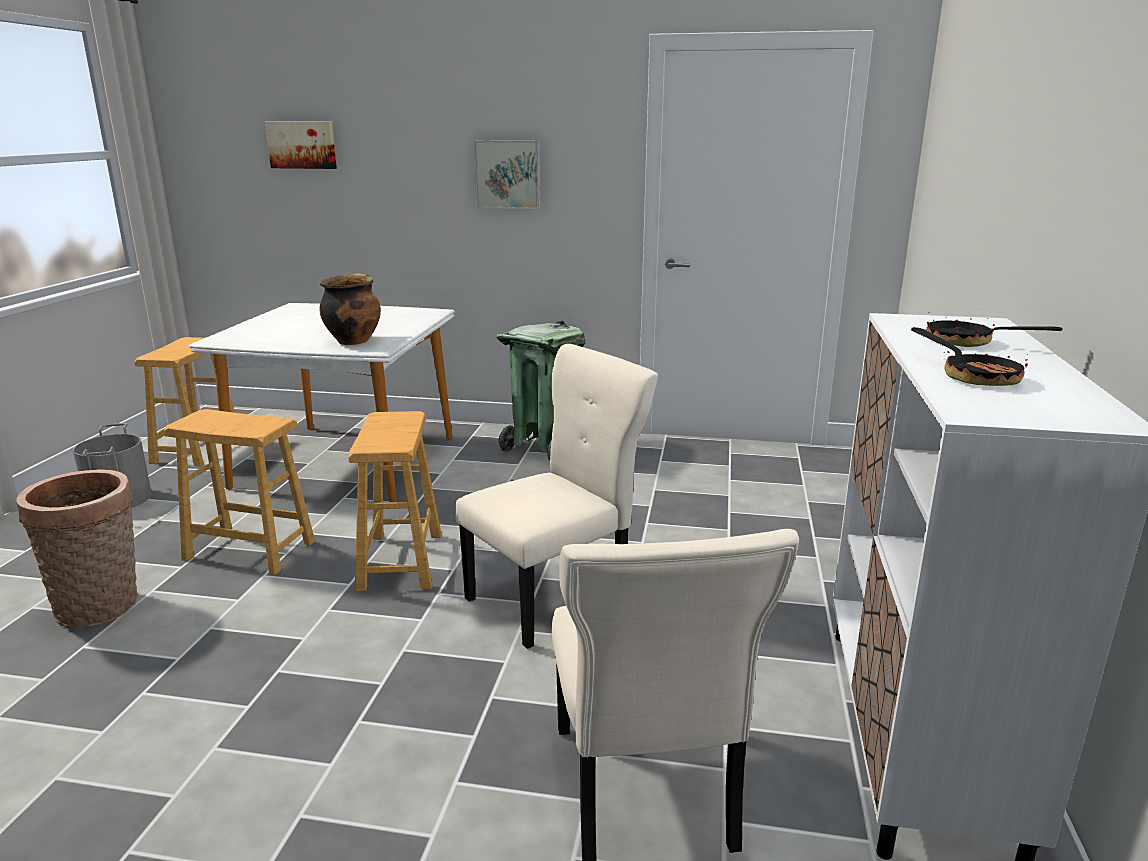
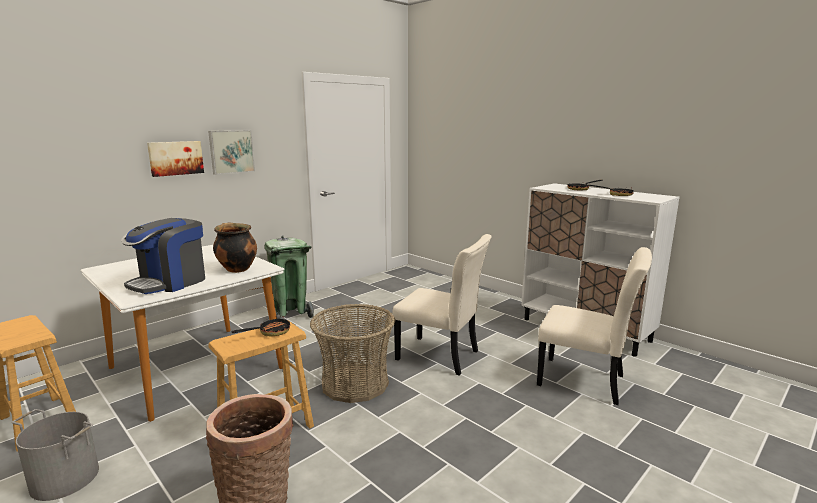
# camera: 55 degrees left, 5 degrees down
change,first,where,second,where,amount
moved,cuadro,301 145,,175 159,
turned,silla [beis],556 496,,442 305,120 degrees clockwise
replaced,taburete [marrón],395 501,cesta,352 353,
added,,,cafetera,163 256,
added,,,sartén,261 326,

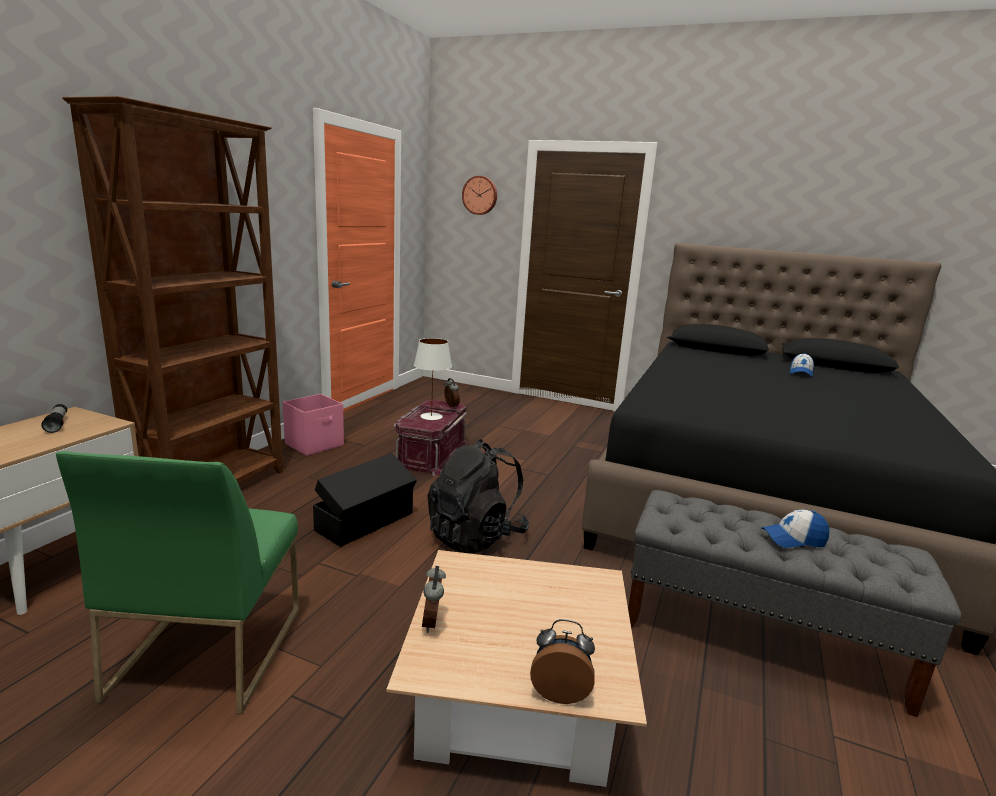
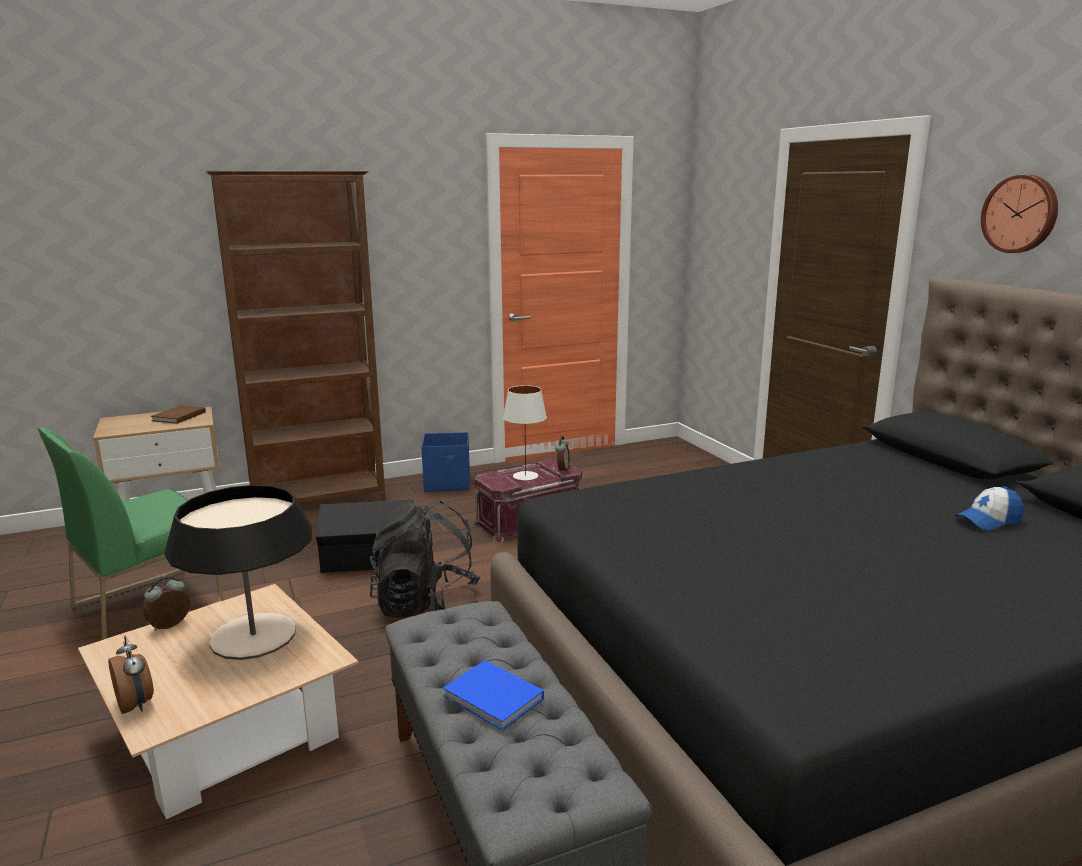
# camera: 45 degrees right, 0 degrees up
change,first,where,second,where,amount
moved,reloj de pared,479 195,,1019 214,
recoloured,caja de almacenaje [rosa],313 425,caja de almacenaje [azul],445 462,
replaced,linterna,54 418,libro [marrón],178 414,
replaced,gorra,795 529,libro [azul],493 695,
added,,,lámpara de mesa,238 572,

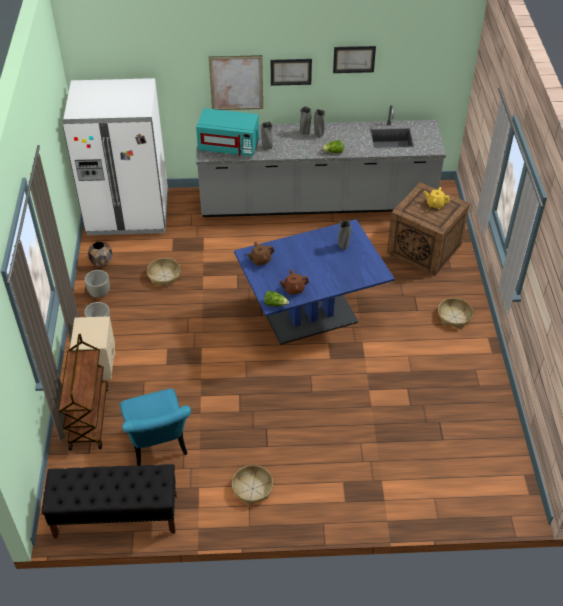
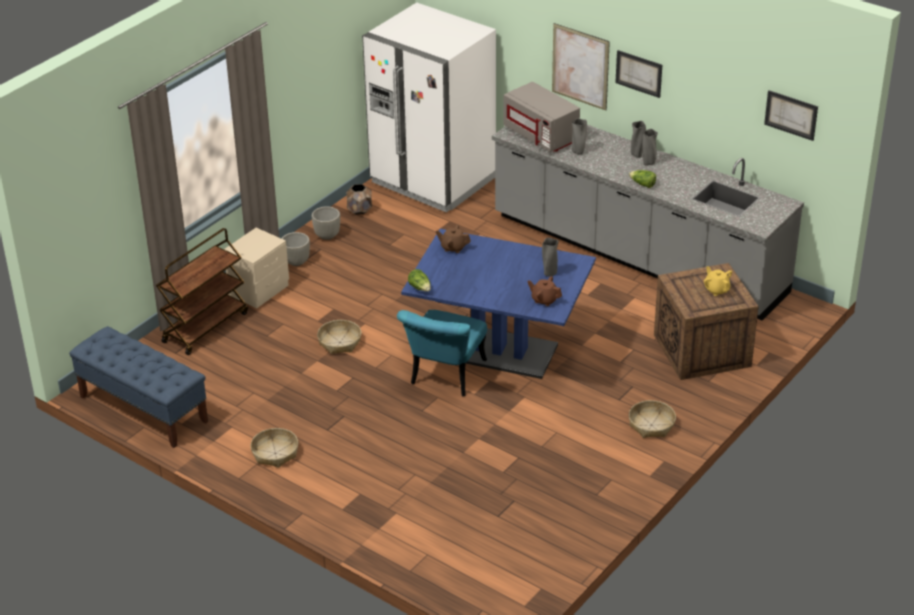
# camera: 40 degrees right, 10 degrees down
change,first,where,second,where,amount
moved,cuadro,354 59,,791 115,
recoloured,microondas [turquesa],227 132,microondas [gris],541 117,
moved,cesta,164 272,,339 337,
moved,tetera [marrón],294 282,,544 291,
moved,silla [turquesa],155 427,,442 353,
recoloured,banco [negro],109 501,banco [azul],138 387,

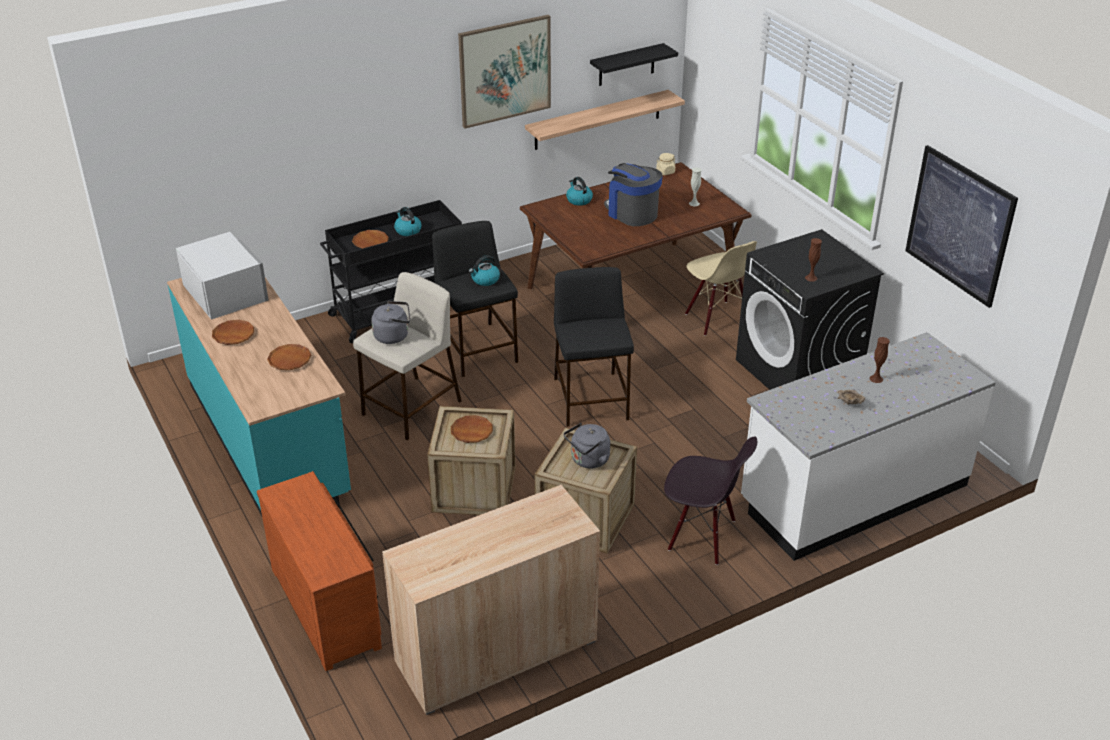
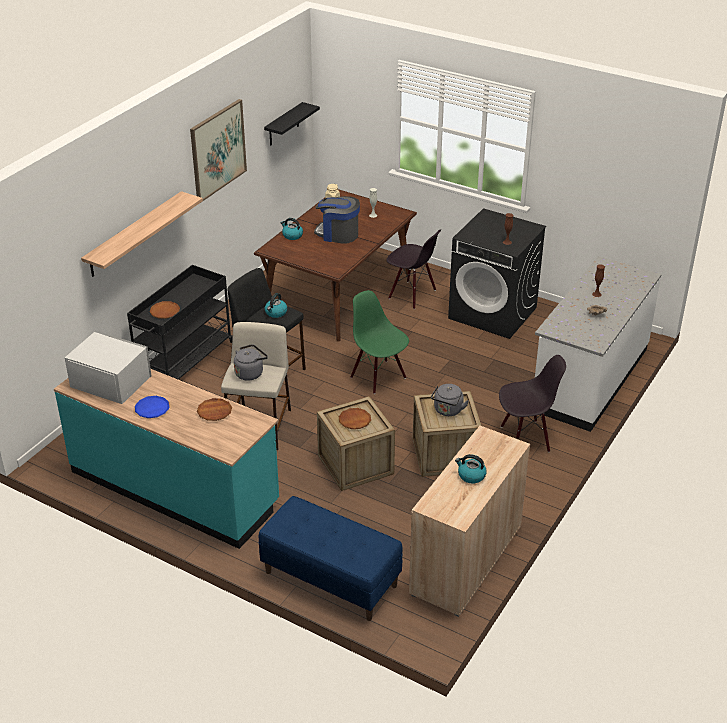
# camera: 30 degrees left, 0 degrees up
change,first,where,second,where,amount
moved,estante,605 120,,142 234,
removed,cuadro,961 226,,,
moved,hervidor,408 221,,471 468,
recoloured,silla [beis],721 288,silla [negro],413 269,
replaced,taburete [negro],594 346,silla [verde],379 342,
recoloured,plato [marrón],233 332,plato [azul],152 407,
replaced,cómoda [marrón],319 571,banco [azul],331 558,

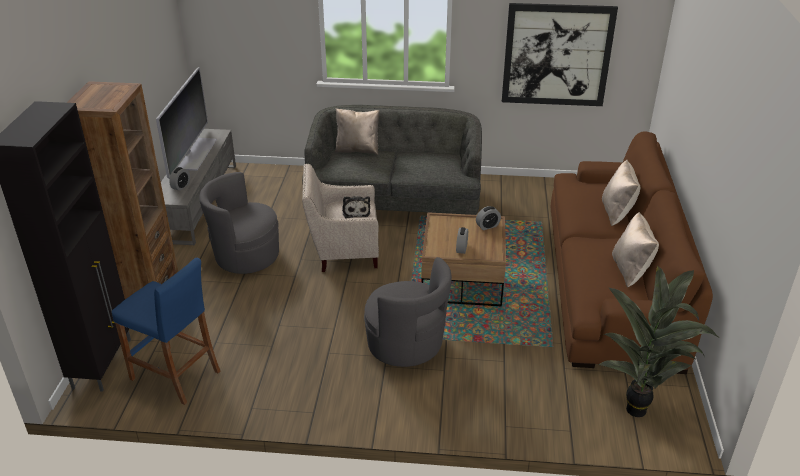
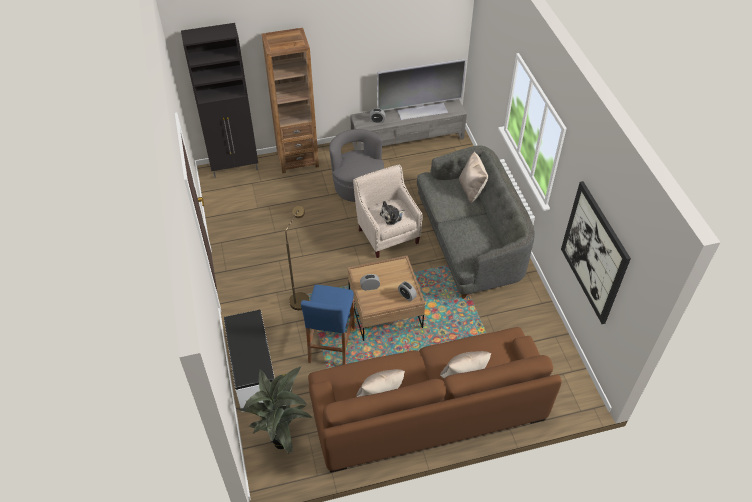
# camera: 70 degrees right, 15 degrees up
change,first,where,second,where,amount
replaced,sillón [gris],408 312,lámpara de pie [marrón],297 258,
moved,taburete [azul],166 331,,328 325,
added,,,banco [blanco],249 361,

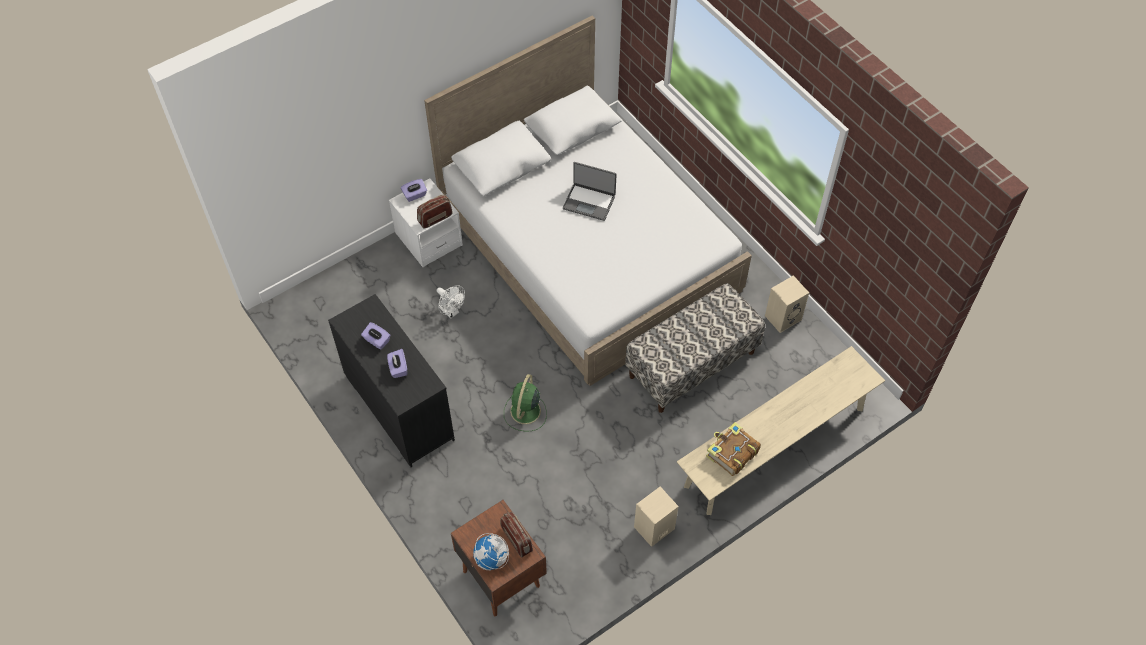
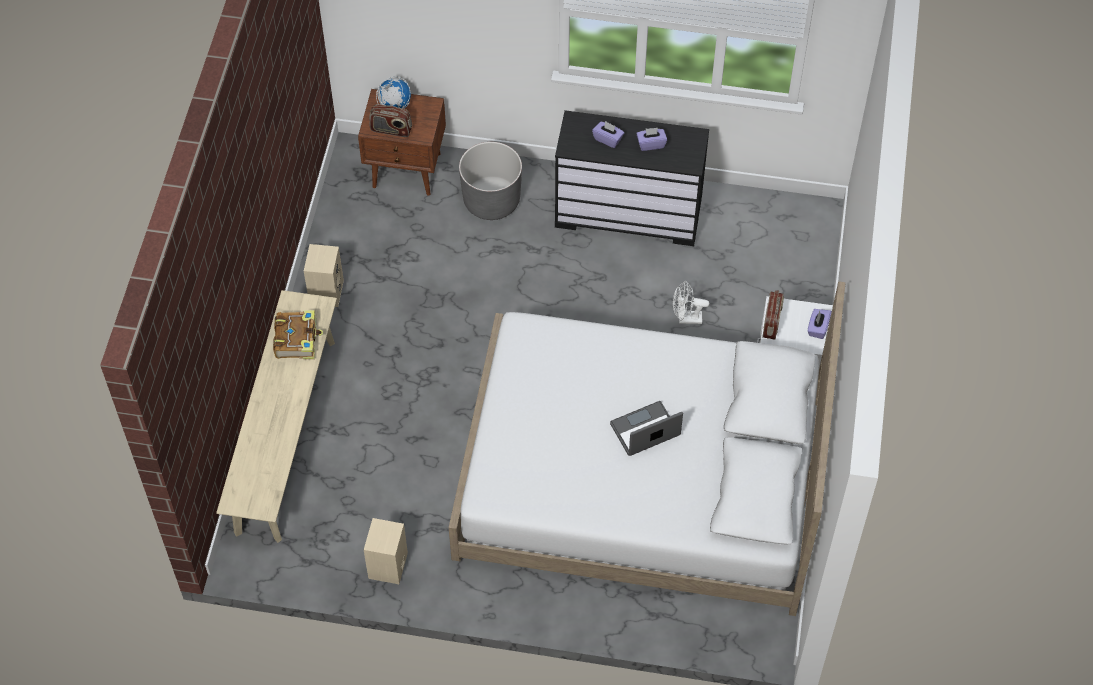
# camera: 135 degrees right, 0 degrees up
change,first,where,second,where,amount
removed,banco,695 348,,,
removed,ventilador [verde],525 403,,,
added,,,maceta [gris],490 181,

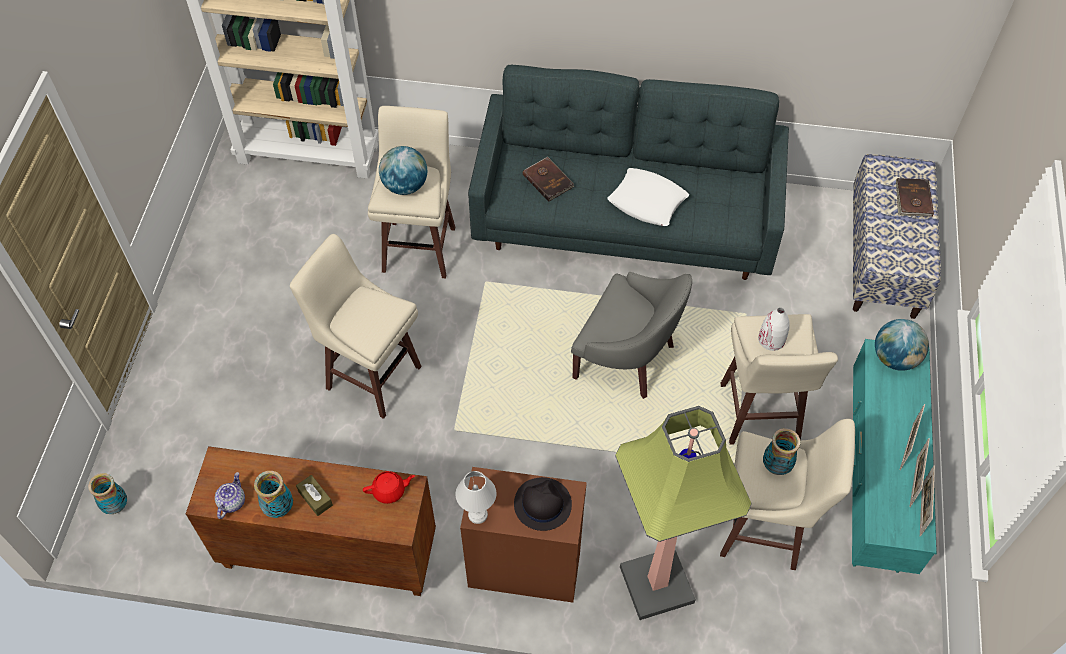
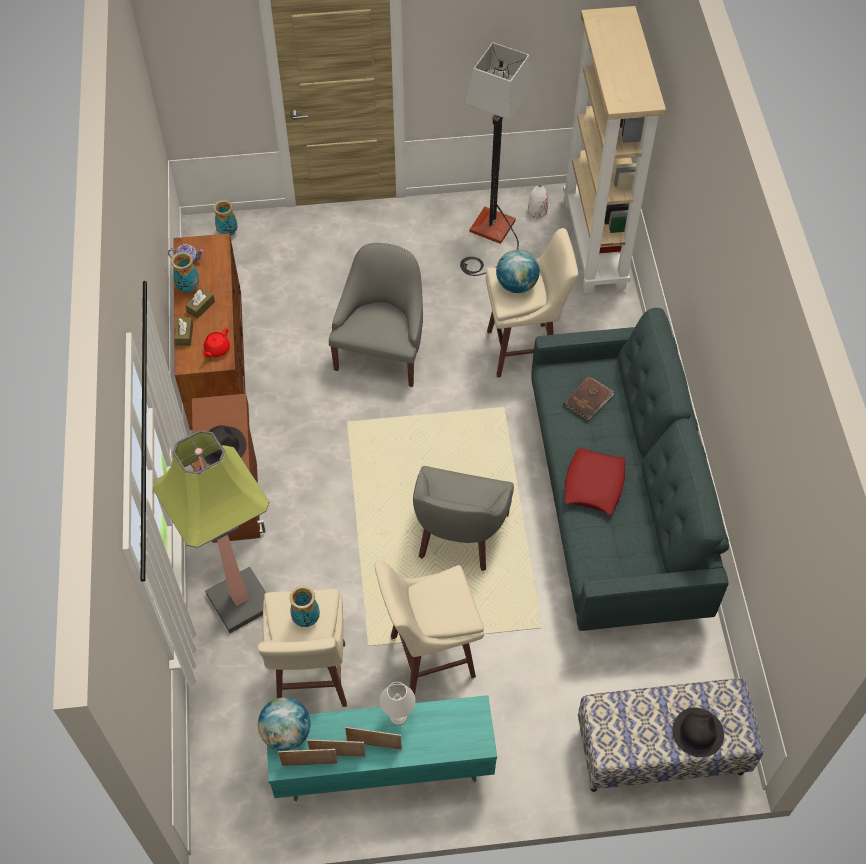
# camera: 75 degrees right, 0 degrees up
change,first,where,second,where,amount
recoloured,cojín [blanco],648 197,cojín [rojo],594 481,
replaced,libro [marrón],915 197,sombrero [negro],698 732,
replaced,taburete [beis],356 326,sillón [gris],376 315,
moved,florero [blanco],774 329,,538 200,
moved,globo terráqueo,902 345,,284 724,
turned,tetera [rojo],389 487,,216 342,60 degrees clockwise
moved,lámpara de mesa [blanco],476 497,,398 703,
added,,,lámpara de pie,497 159,
added,,,caja de pañuelos [marrón],184 331,

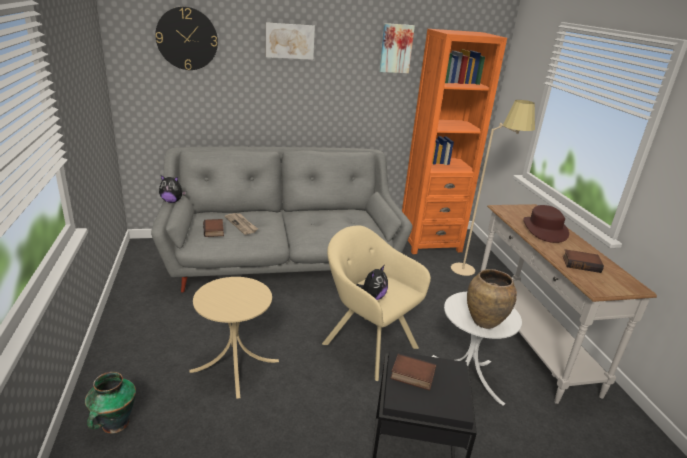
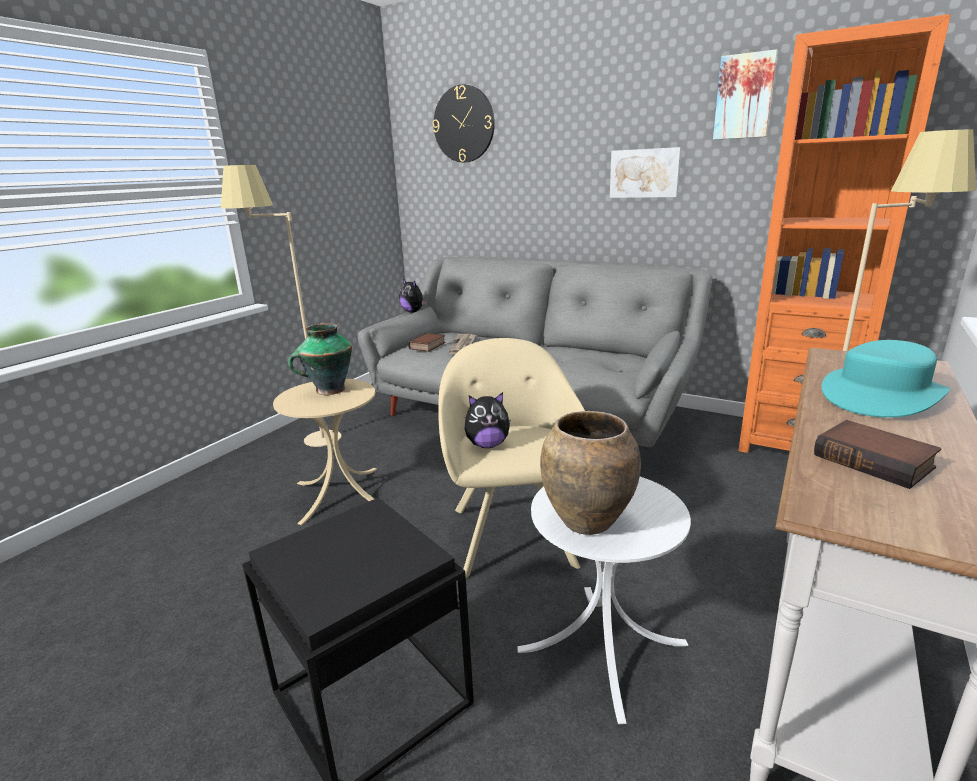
# camera: 45 degrees right, 5 degrees down
change,first,where,second,where,amount
moved,cuadro,290 41,,646 172,
recoloured,sombrero [marrón],546 224,sombrero [turquesa],885 379,
removed,libro,413 372,,,
moved,florero,110 403,,320 359,
added,,,lámpara de pie [beis],281 306,

